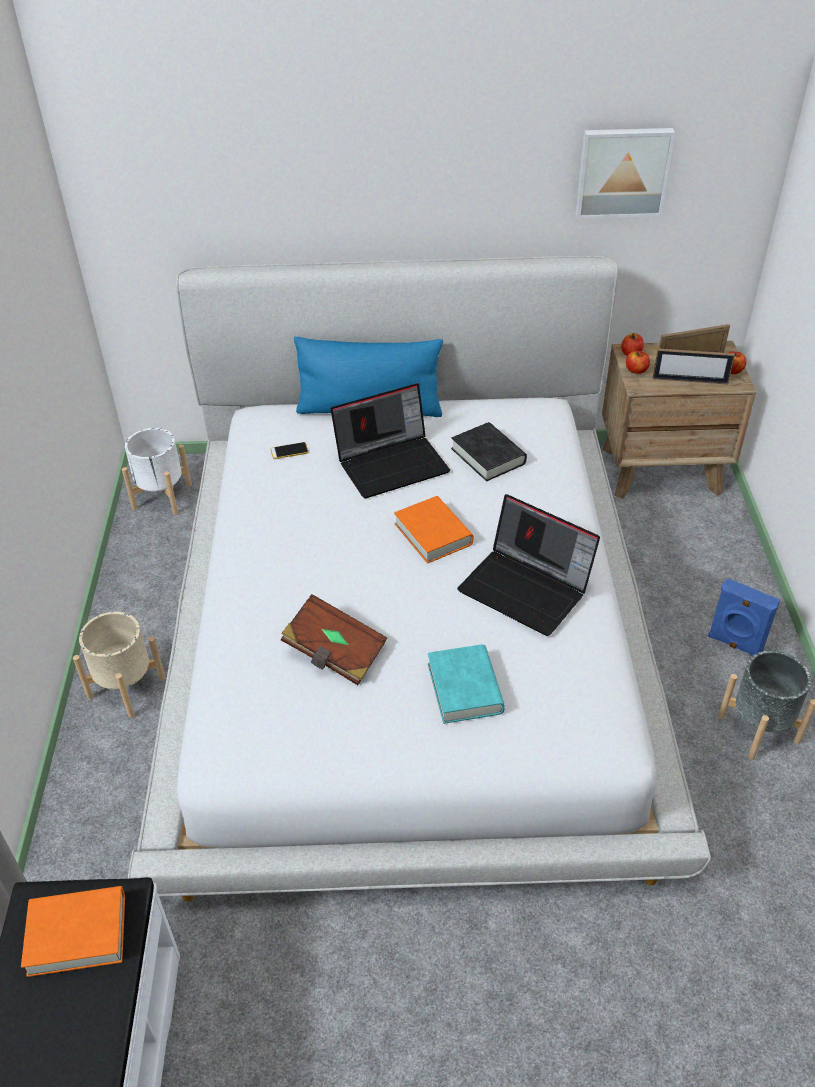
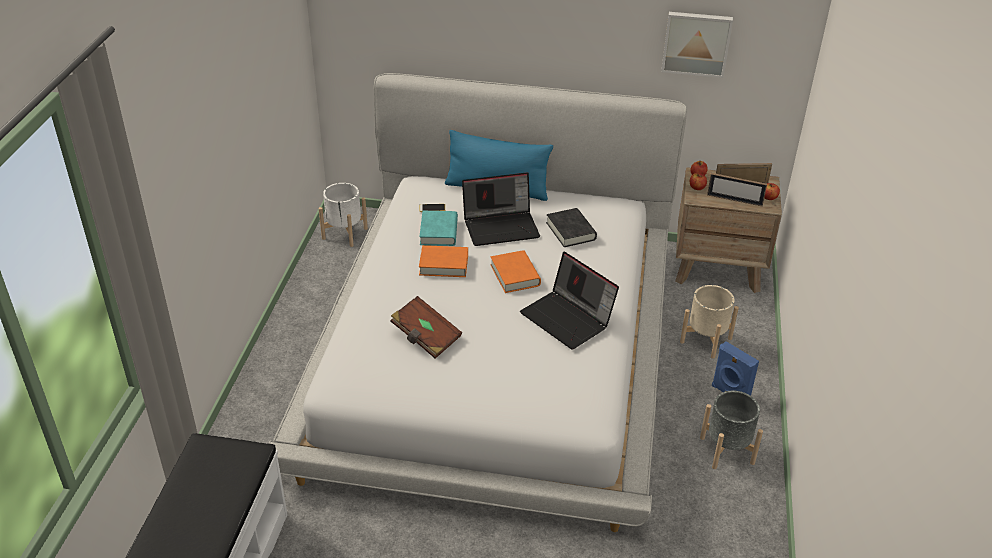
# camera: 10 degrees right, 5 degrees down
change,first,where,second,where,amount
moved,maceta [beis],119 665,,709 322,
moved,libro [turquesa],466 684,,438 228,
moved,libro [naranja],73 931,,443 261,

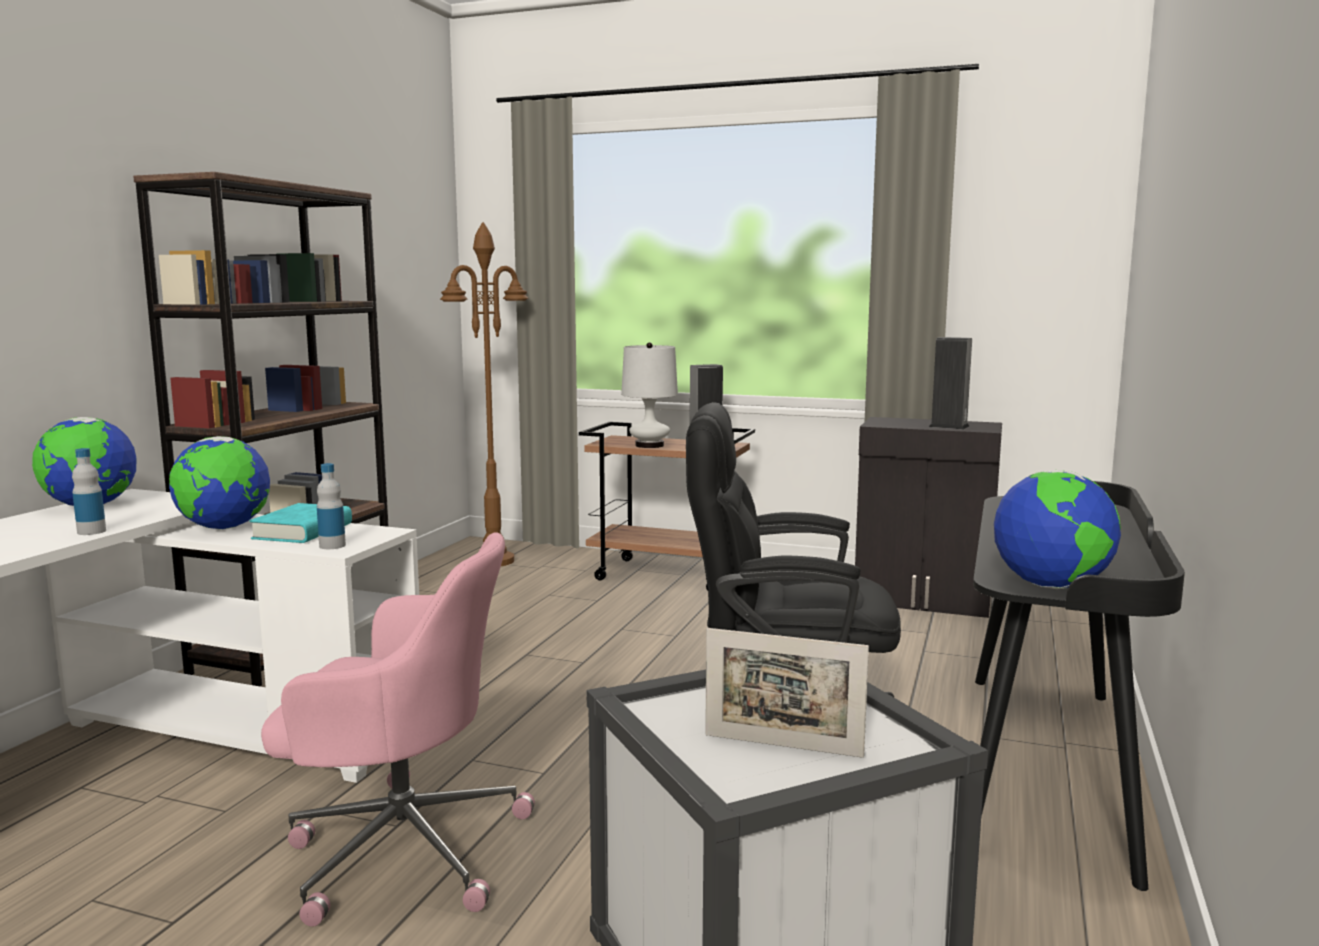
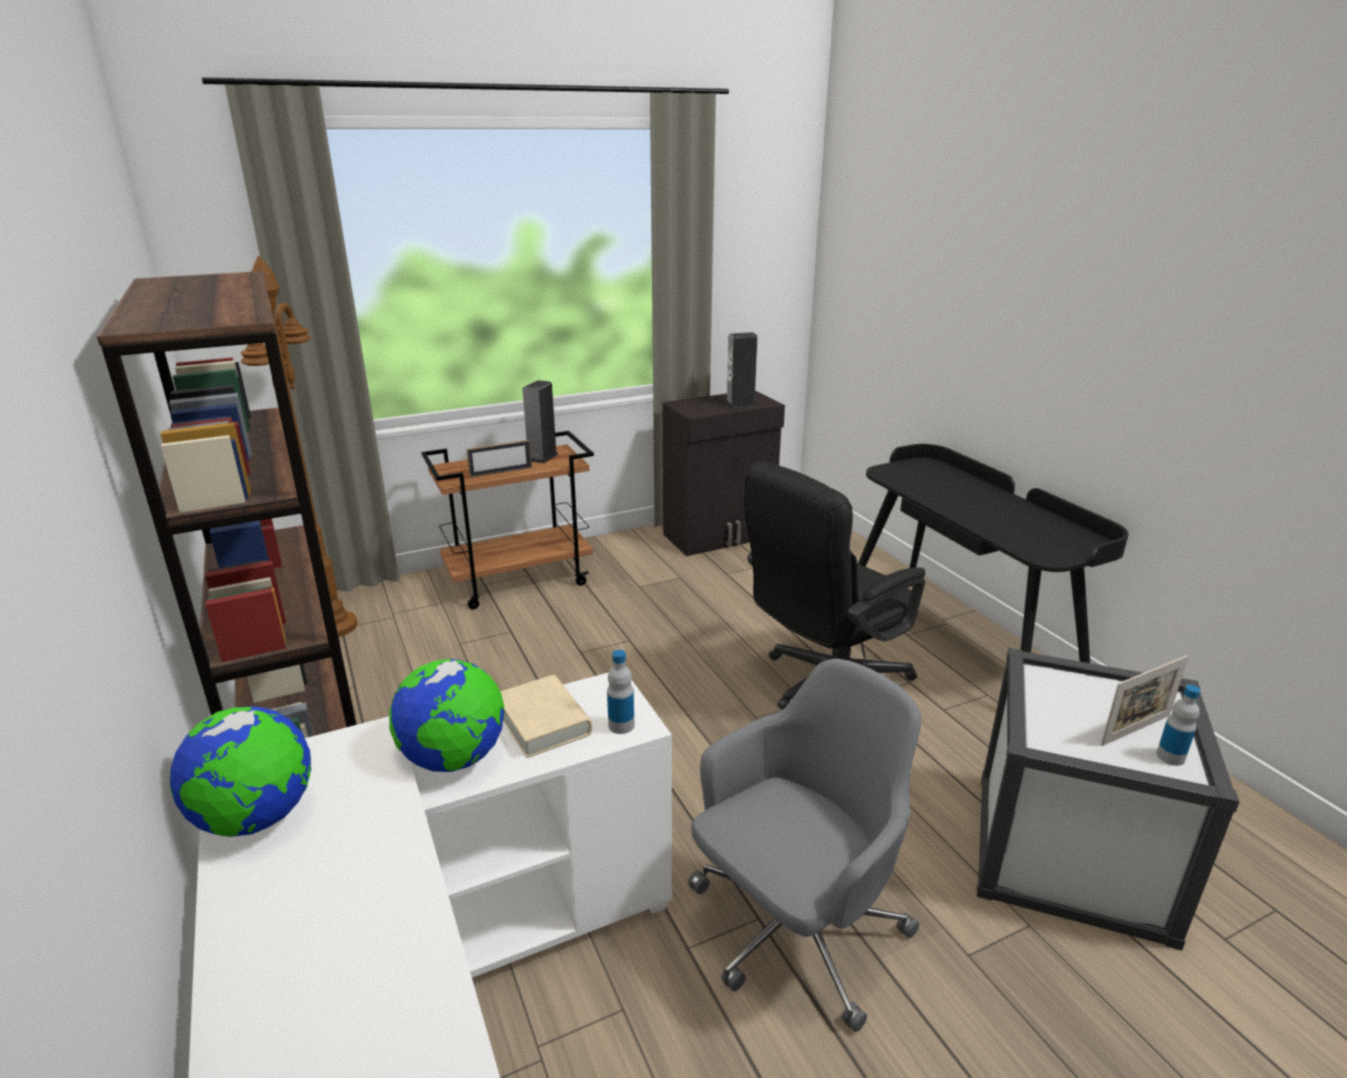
# camera: 45 degrees left, 15 degrees up
change,first,where,second,where,amount
replaced,lámpara de mesa [blanco],649 395,portarretratos,499 459,
moved,botella,89 491,,1178 725,
removed,globo terráqueo,1057 529,,,
recoloured,libro [turquesa],300 523,libro [beis],546 716,
recoloured,silla de oficina [rosa],398 730,silla de oficina [gris],804 845,

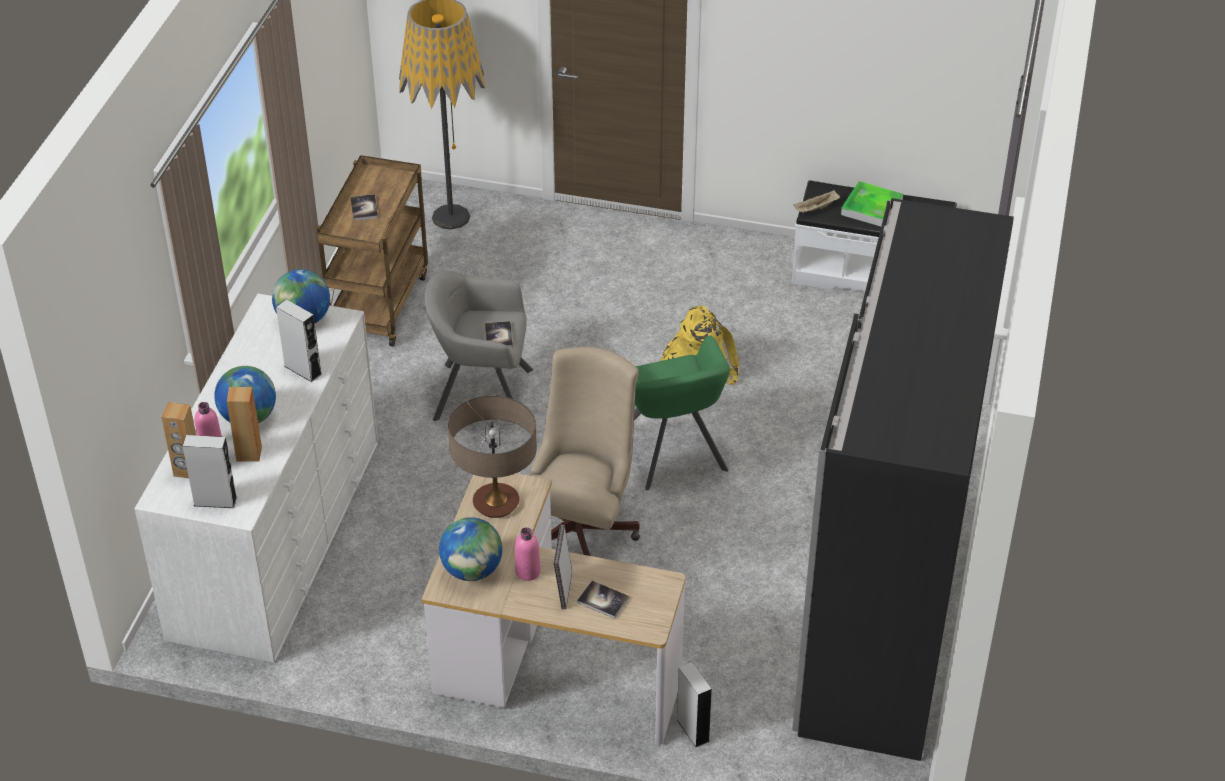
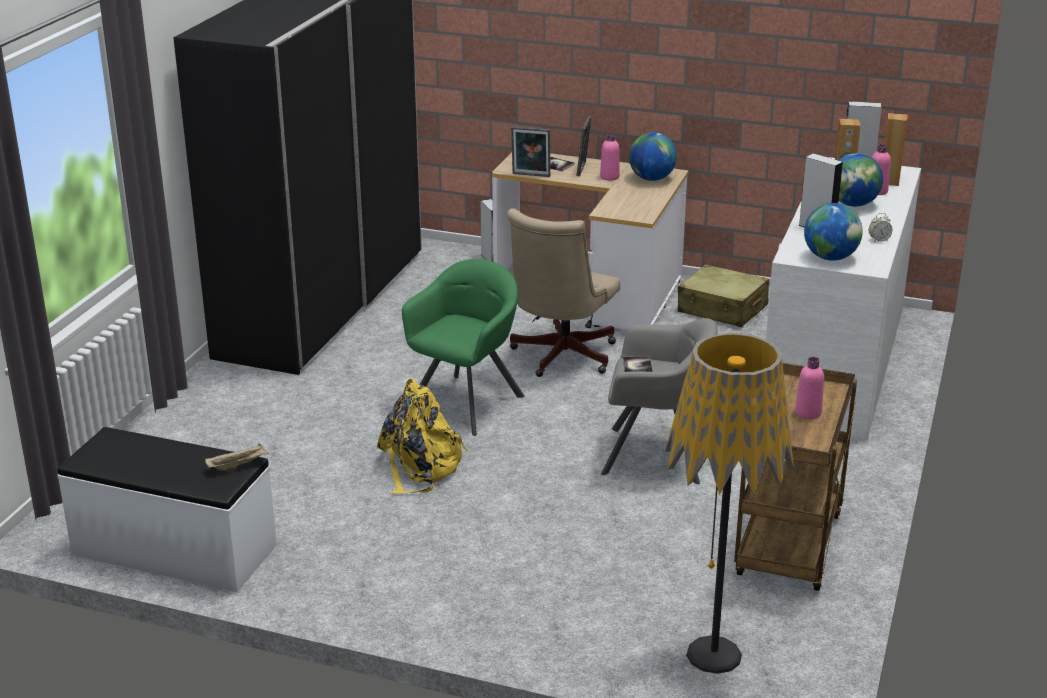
# camera: 175 degrees left, 15 degrees down
change,first,where,second,where,amount
removed,bandeja,872 204,,,
replaced,libro,364 207,botella [rosa],809 388,
turned,sillón [verde],682 413,,463 347,45 degrees clockwise
removed,lámpara de mesa,492 456,,,
added,,,portarretratos,530 151,
added,,,despertador,880 227,
added,,,maleta [beis],723 295,

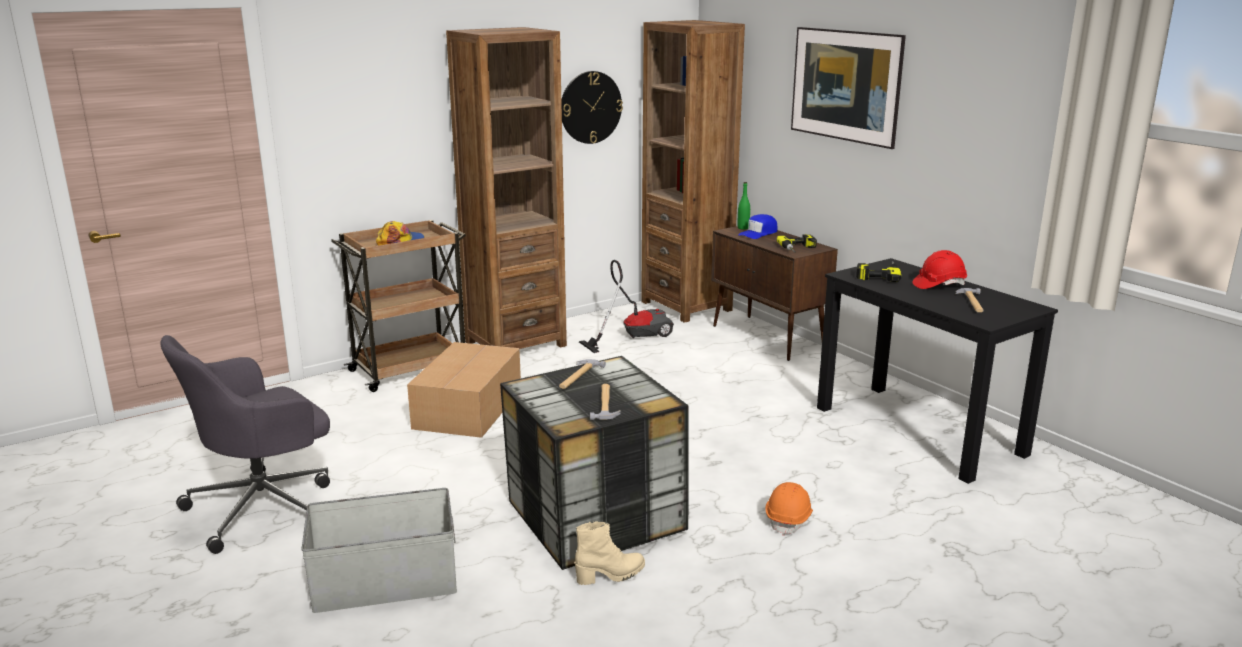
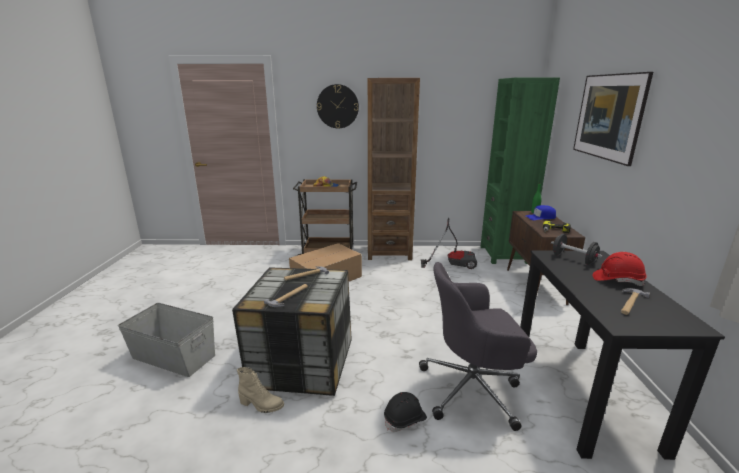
# camera: 35 degrees right, 0 degrees up
change,first,where,second,where,amount
recoloured,estantería [marrón],693 171,estantería [verde],520 171,
moved,reloj de pared,592 107,,338 106,
replaced,taladro,878 271,mancuerna [negro],577 249,
moved,silla de oficina [gris],245 444,,478 346,
recoloured,casco [naranja],789 509,casco [negro],405 412,

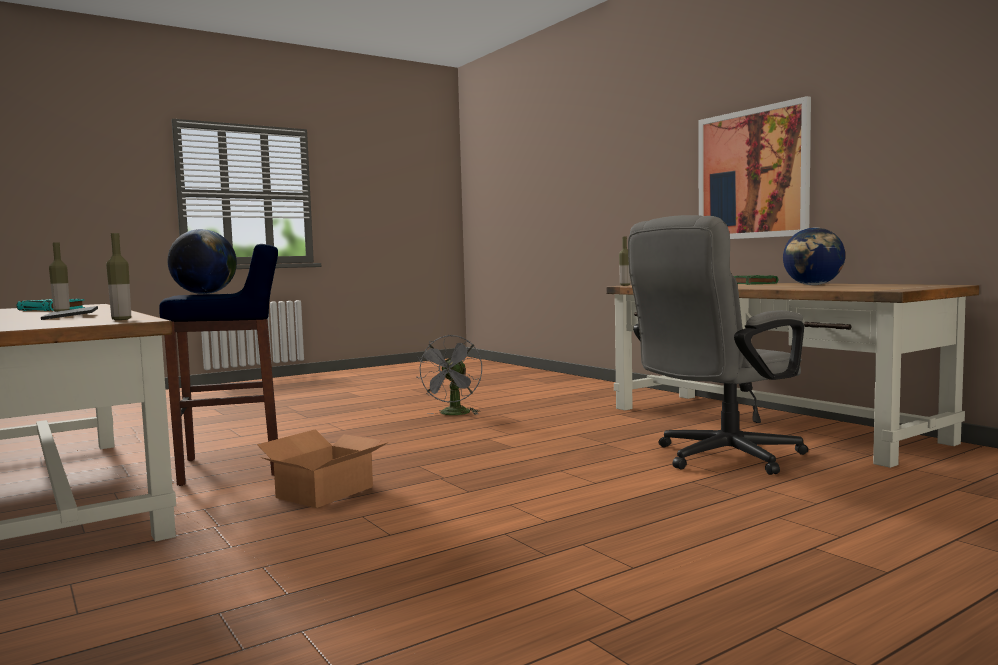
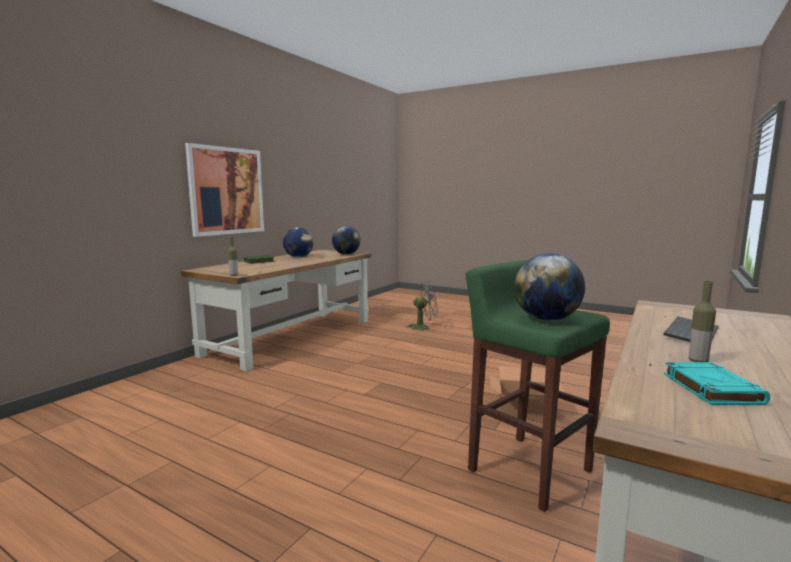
# camera: 115 degrees left, 5 degrees up
change,first,where,second,where,amount
removed,silla de oficina [gris],718 345,,,
removed,botella,118 276,,,
recoloured,taburete [azul],218 365,taburete [verde],538 386,
moved,ventilador [gris],449 375,,422 306,
added,,,globo terráqueo,346 240,

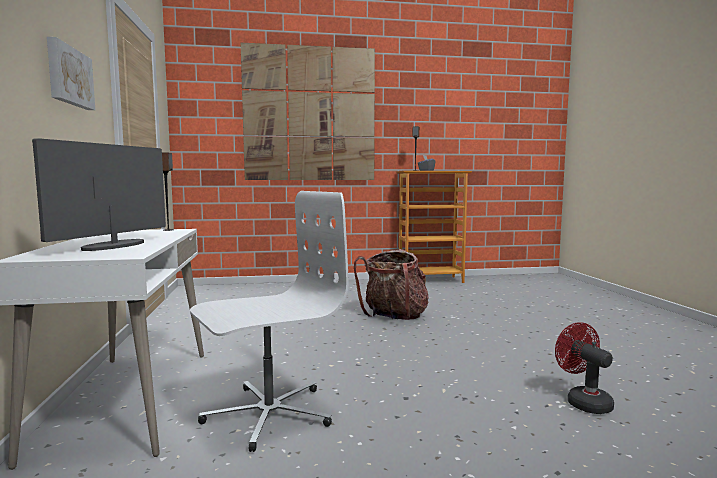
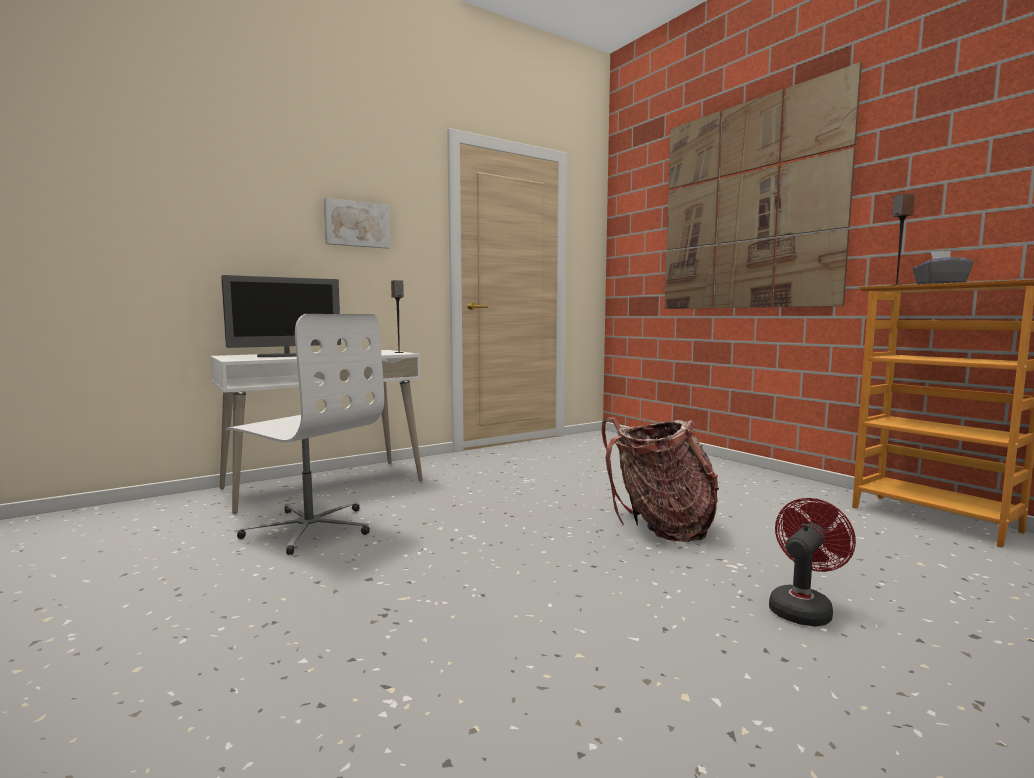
# camera: 65 degrees right, 0 degrees up
change,first,where,second,where,amount
turned,monitor,99 194,,281 316,150 degrees clockwise
moved,ventilador [rojo],584 368,,812 562,

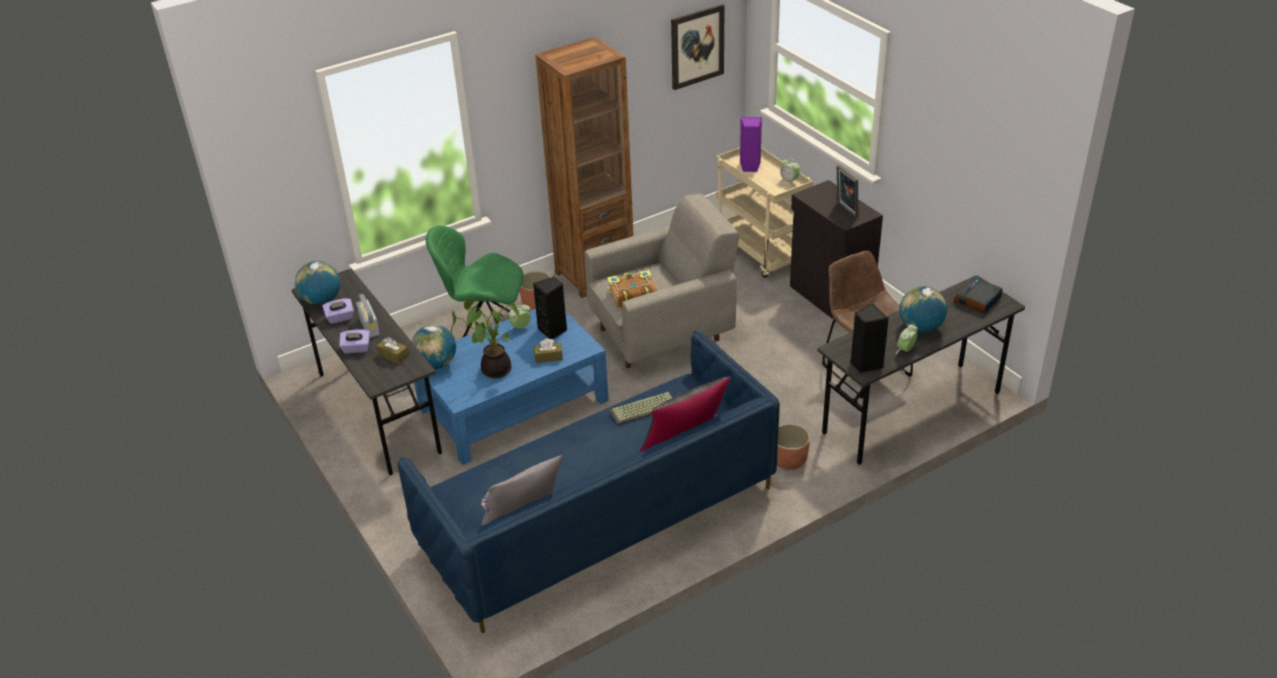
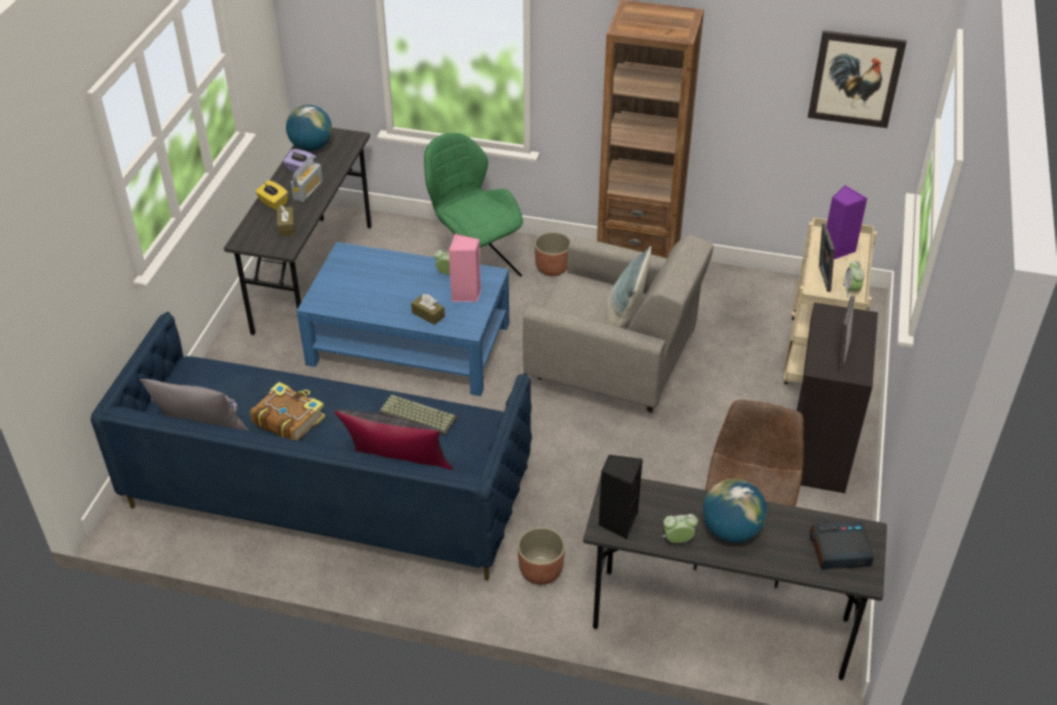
# camera: 45 degrees right, 5 degrees up
change,first,where,second,where,amount
moved,libro,632 289,,288 411,
recoloured,altavoz [negro],550 308,altavoz [rosa],465 268,
removed,planta en maceta,485 338,,,
removed,globo terráqueo,434 346,,,
recoloured,caja de pañuelos [morado],354 341,caja de pañuelos [amarillo],271 195,
added,,,portarretratos,827 257,
added,,,cojín,628 287,

